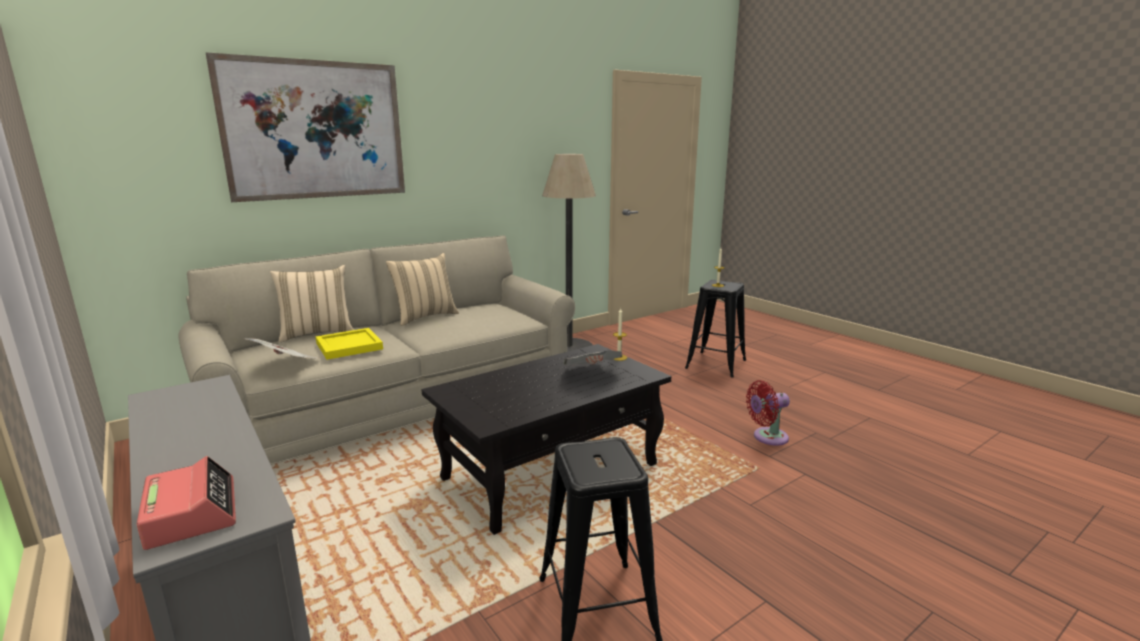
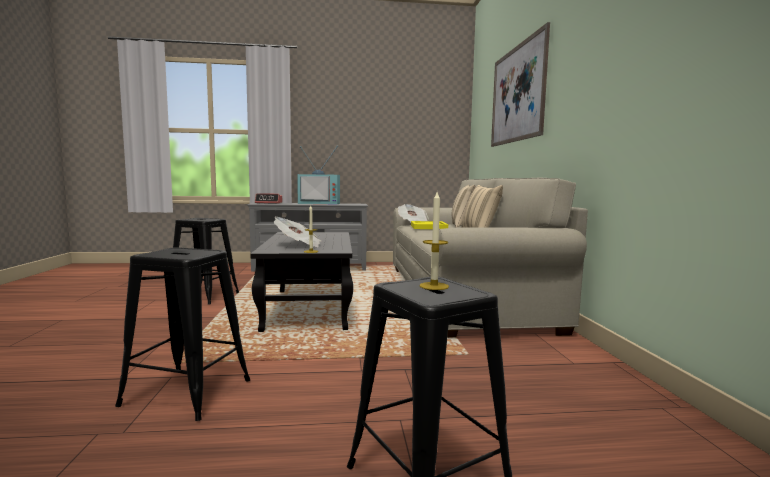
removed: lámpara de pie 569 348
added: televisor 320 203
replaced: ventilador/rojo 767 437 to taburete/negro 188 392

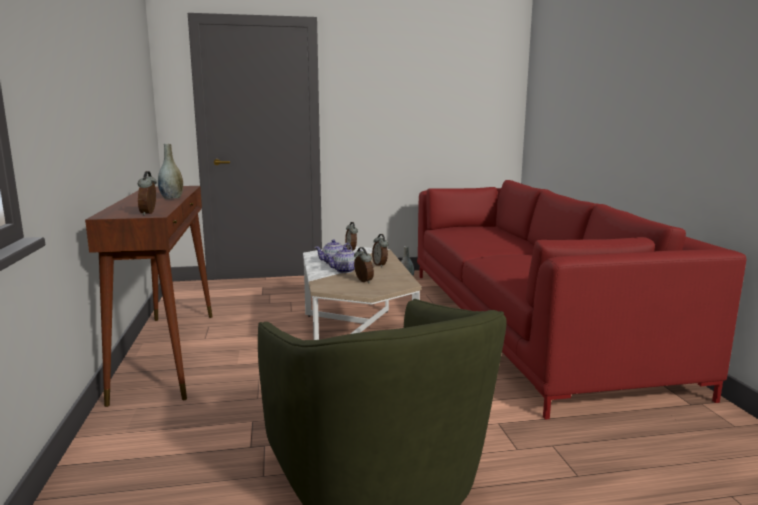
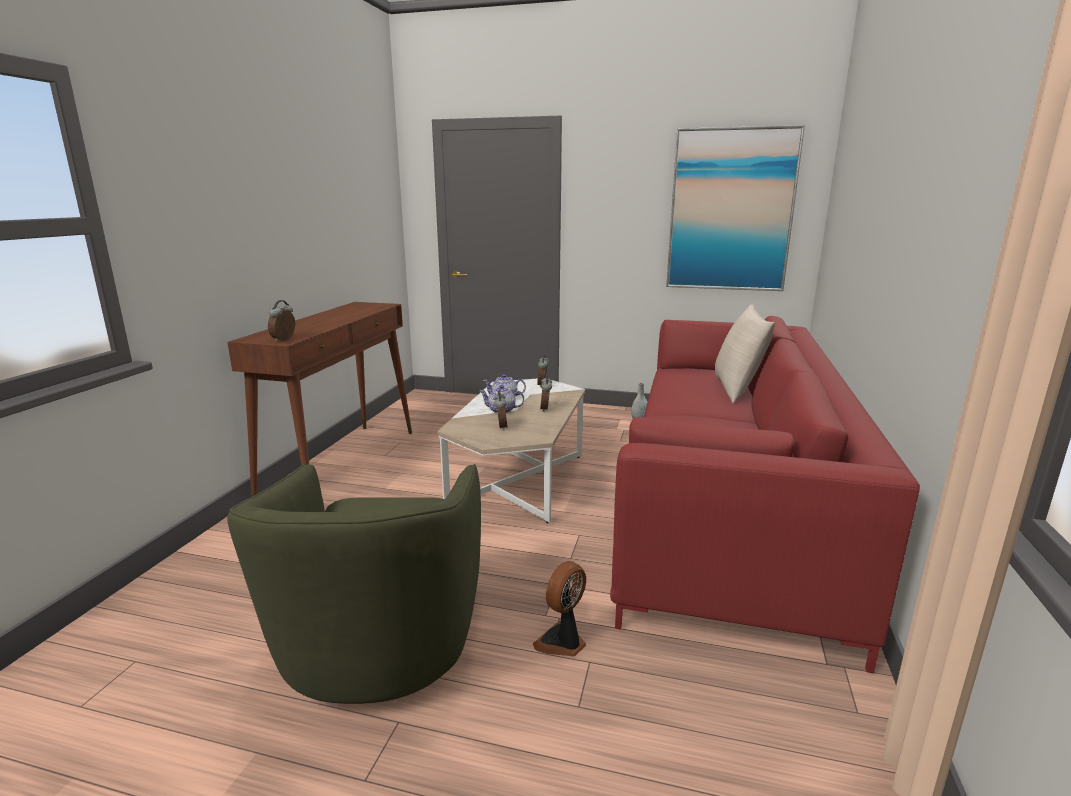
removed: florero/gris 171 198
added: cuadro 731 211; cojín/beis 738 389; ventilador 562 642

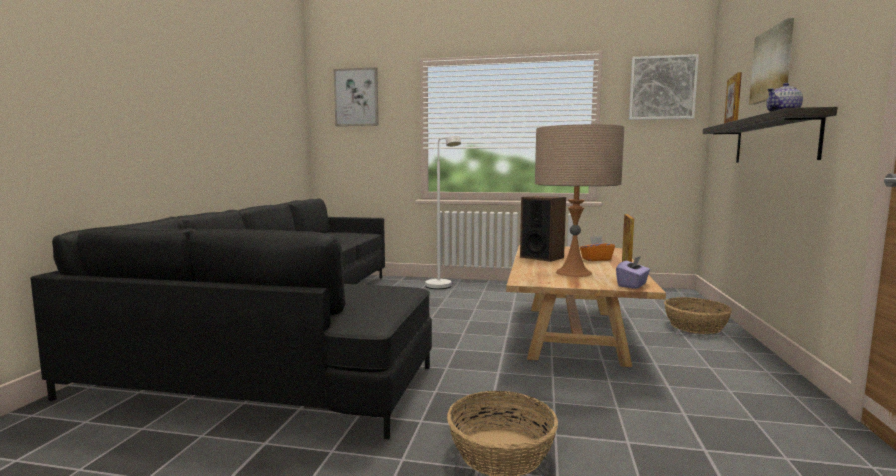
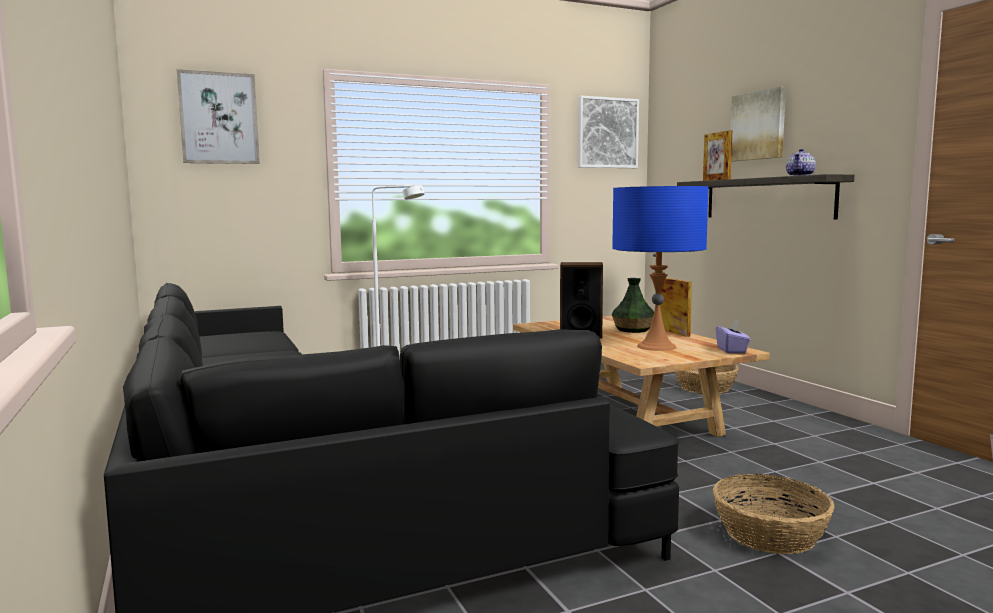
replaced: caja de pañuelos/naranja 596 259 to florero 633 330
recoloured: lámpara de mesa/beis 573 273 to lámpara de mesa/azul 656 346

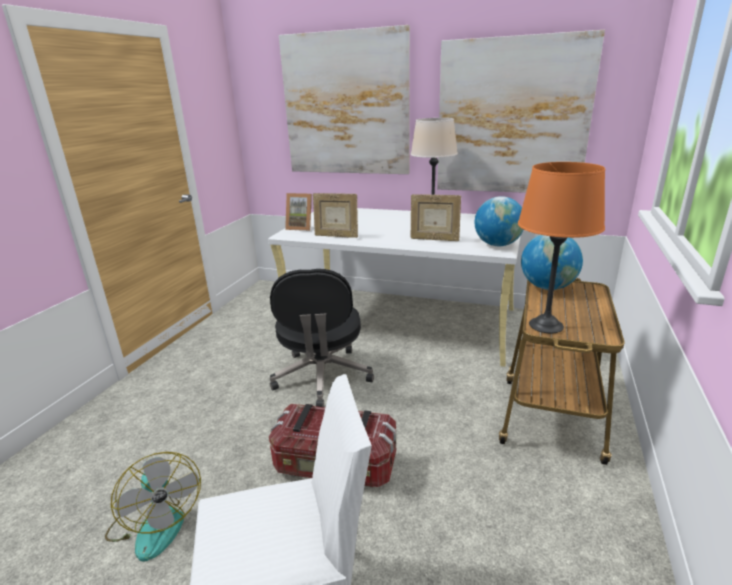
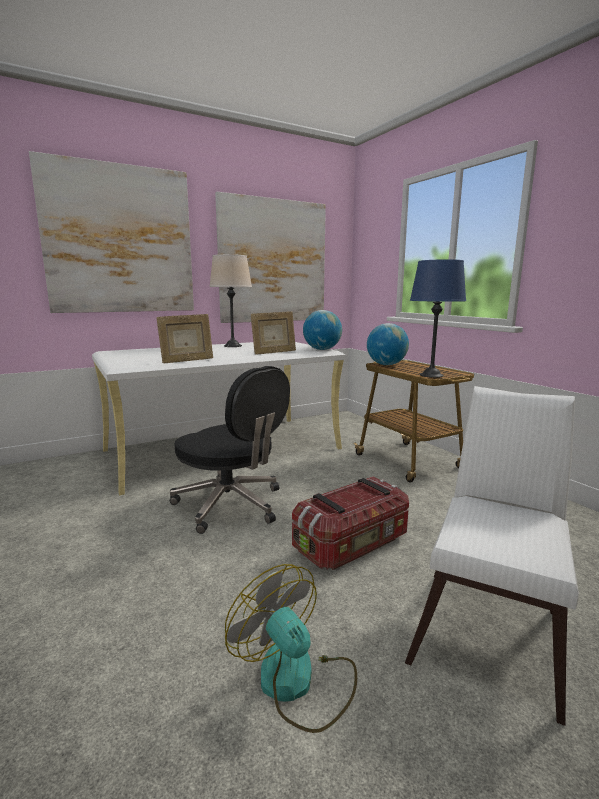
removed: portarretratos 301 227
recoloured: lámpara de mesa/naranja 546 325 to lámpara de mesa/azul 431 375
turned: ventilador 156 523 = 297 682 135 degrees counterclockwise

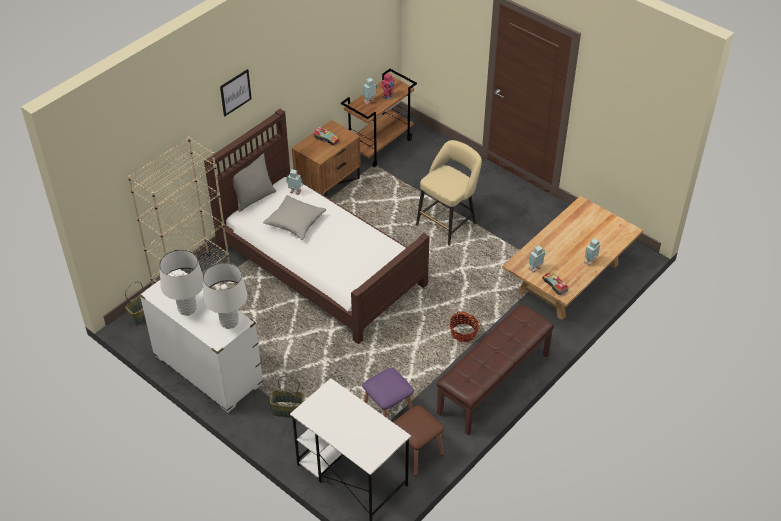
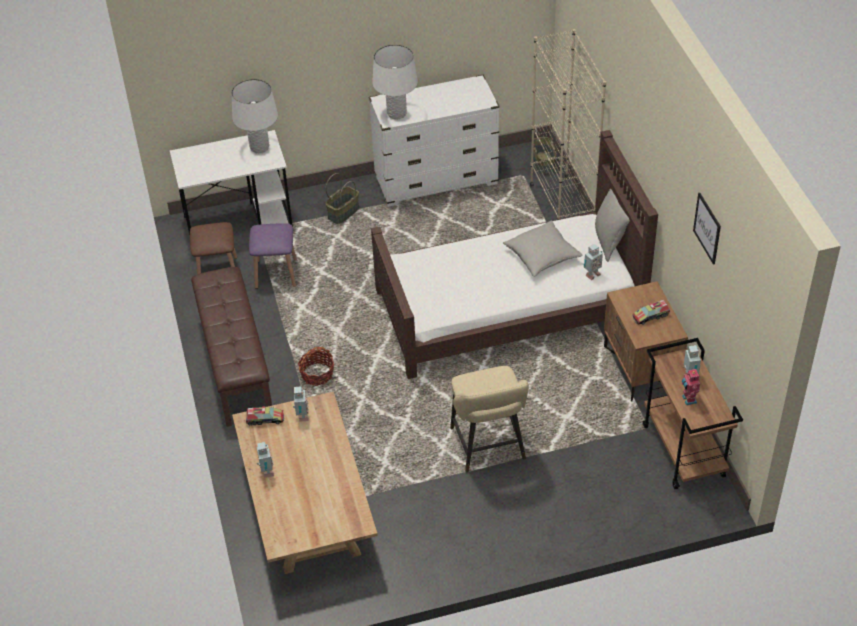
moved: cuadro 235 92 to 707 228; lámpara de mesa/blanco 187 309 to 259 148

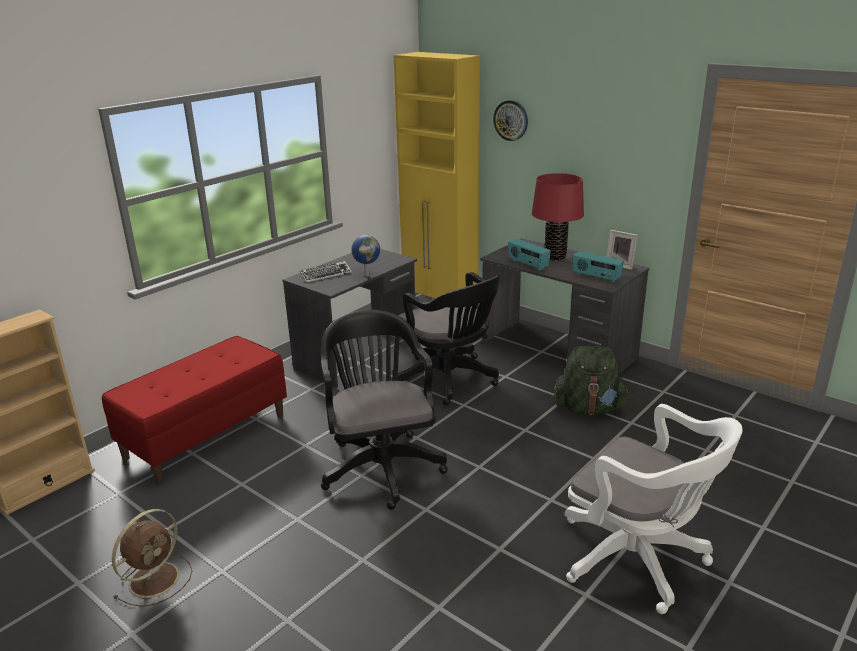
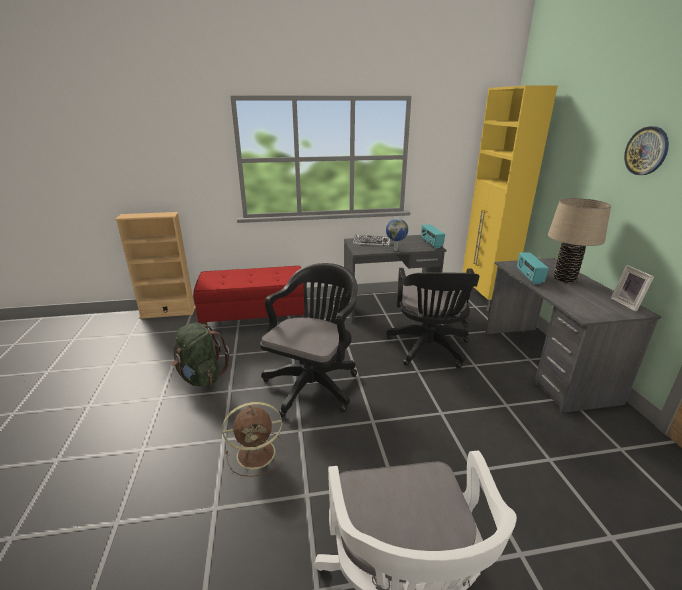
moved: reloj de pared 511 120 to 646 151; radio 596 277 to 431 244; mochila/verde 588 409 to 201 377; ventilador/marrón 156 578 to 258 453
recoloured: lámpara de mesa/rojo 555 257 to lámpara de mesa/beis 564 279

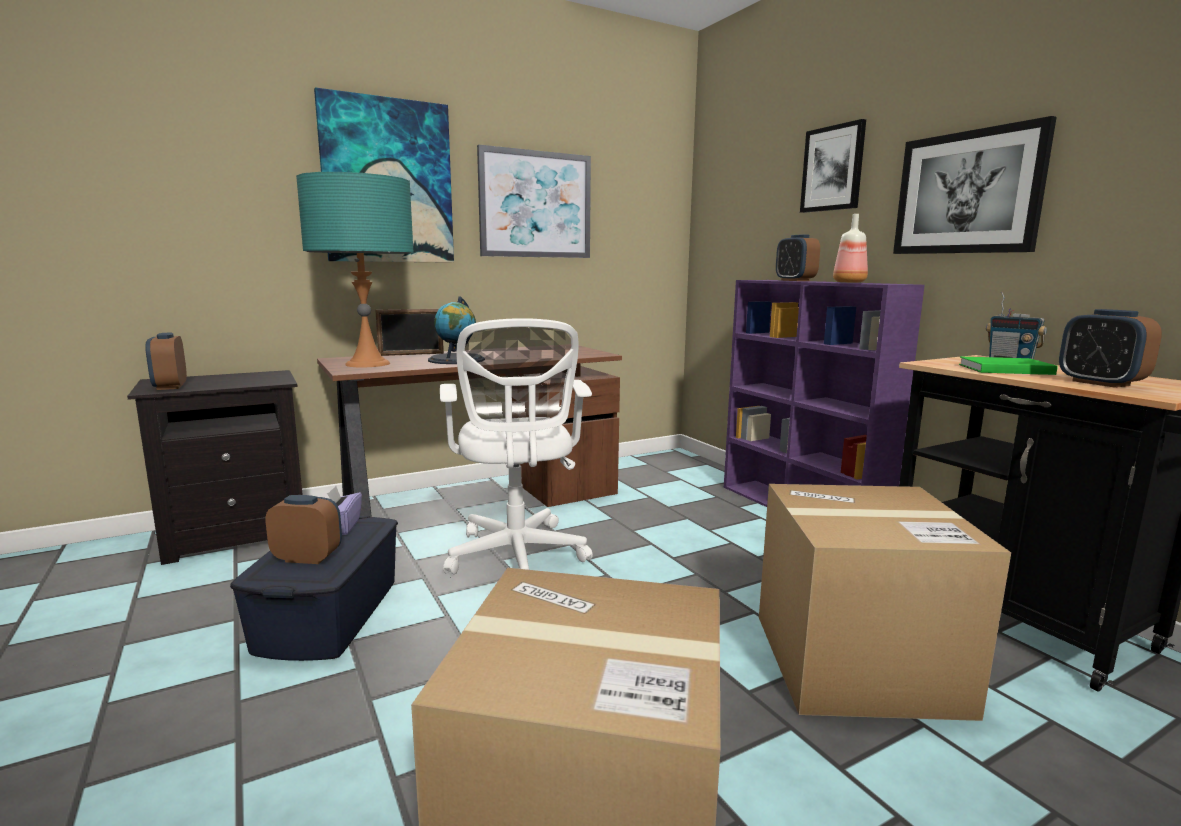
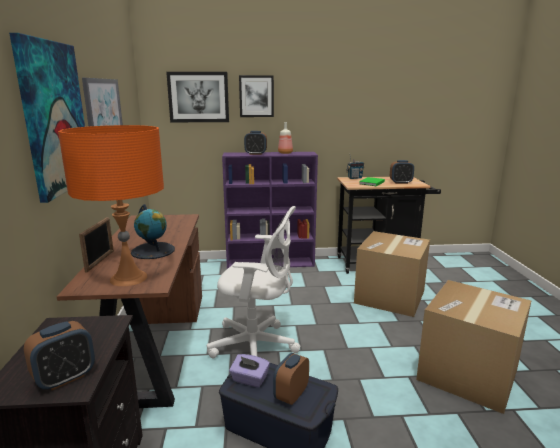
moved: cuadro 967 193 to 198 97
recoloured: lámpara de mesa/turquesa 367 364 to lámpara de mesa/naranja 129 278
turned: despertador 170 386 = 65 378 45 degrees counterclockwise

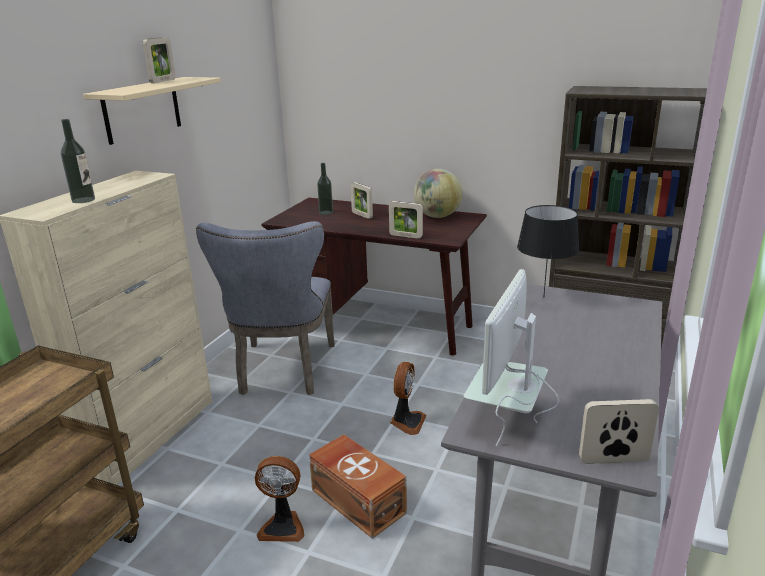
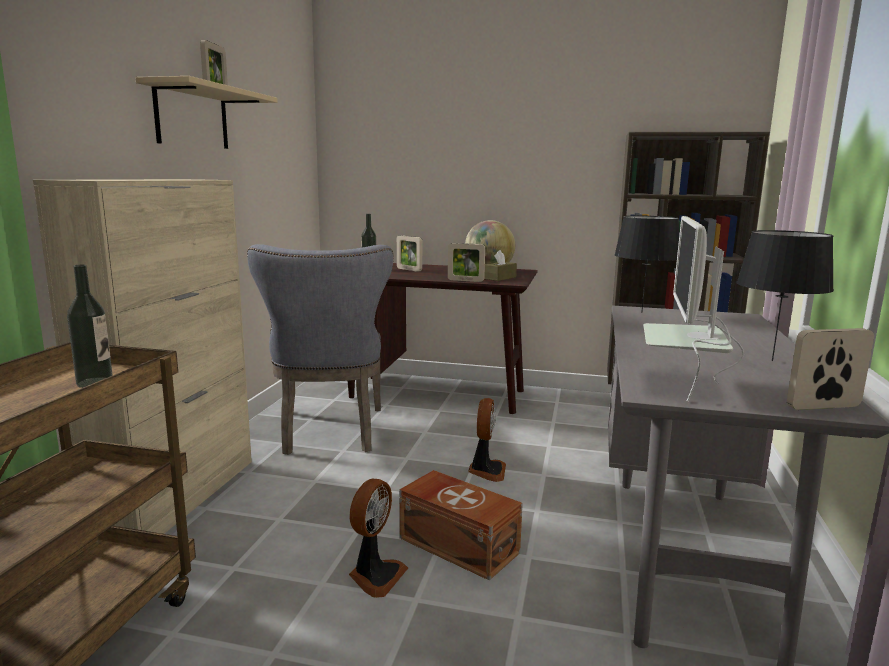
added: lámpara de mesa/negro 771 360; caja de pañuelos/marrón 500 278
moved: botella 83 200 to 95 382
turned: ventilador 283 526 = 375 575 60 degrees counterclockwise

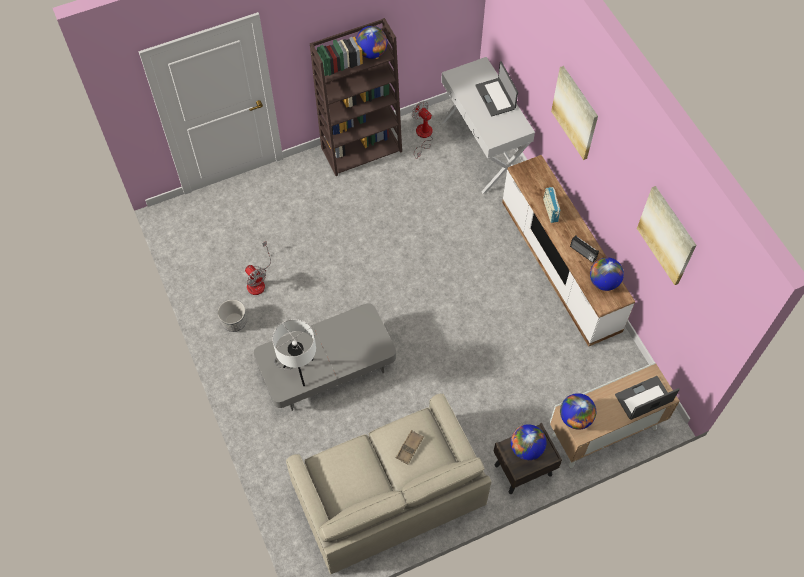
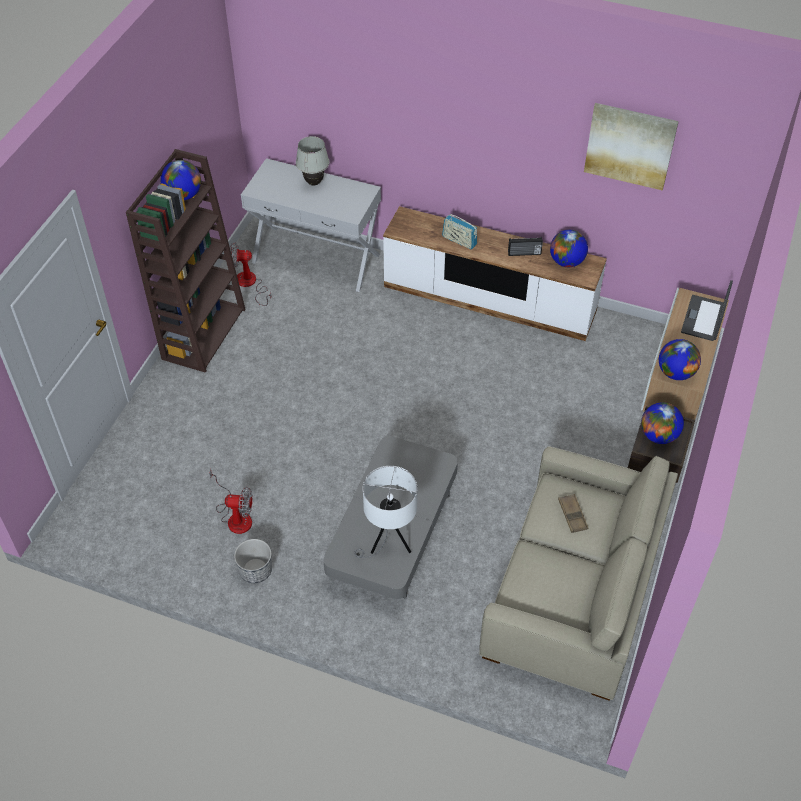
removed: cuadro 575 112
replaced: portátil 496 97 to lámpara de mesa/blanco 314 182

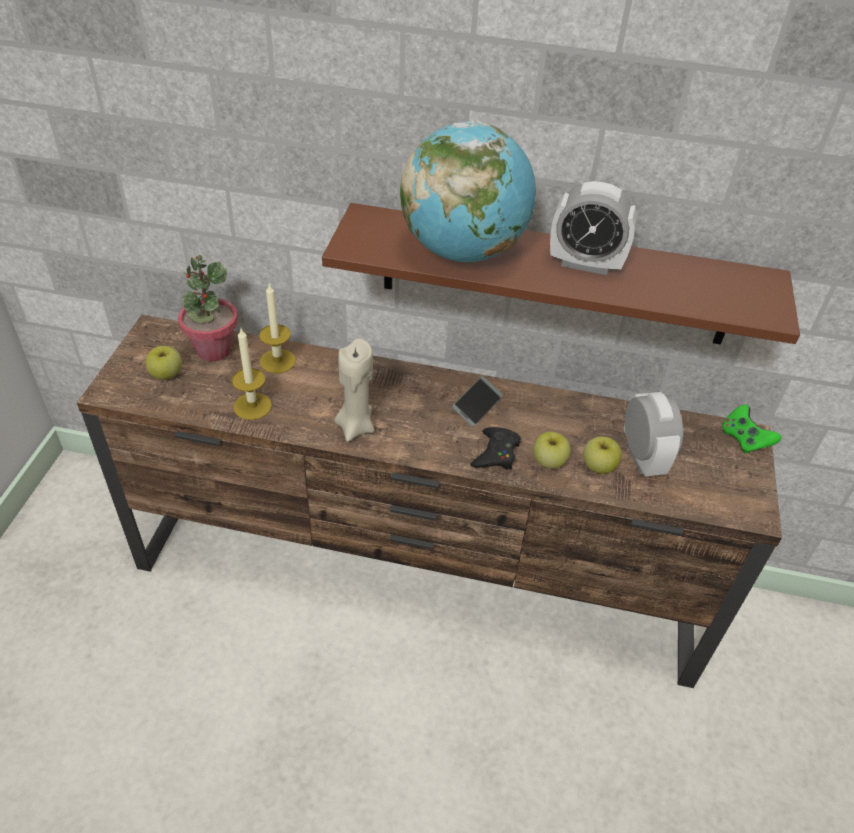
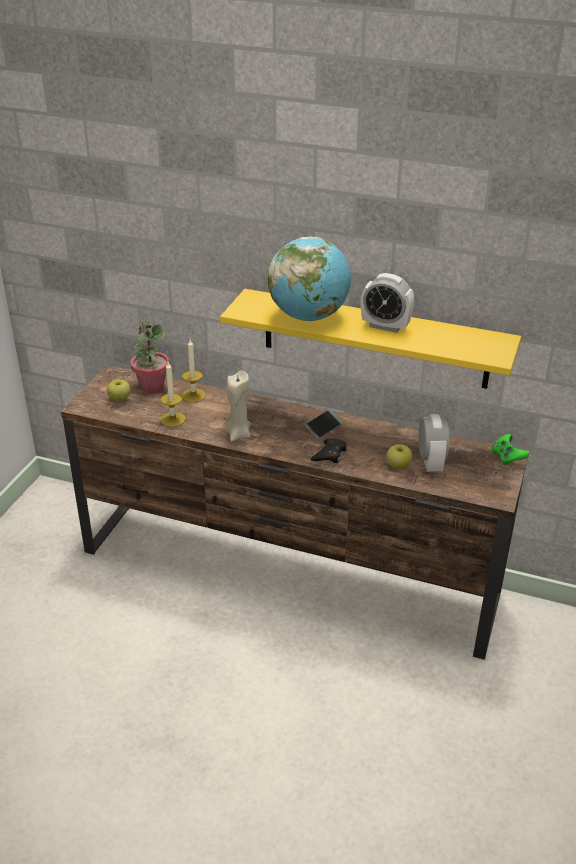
removed: manzana 548 462
recoloured: estante/marrón 555 276 to estante/amarillo 375 339

